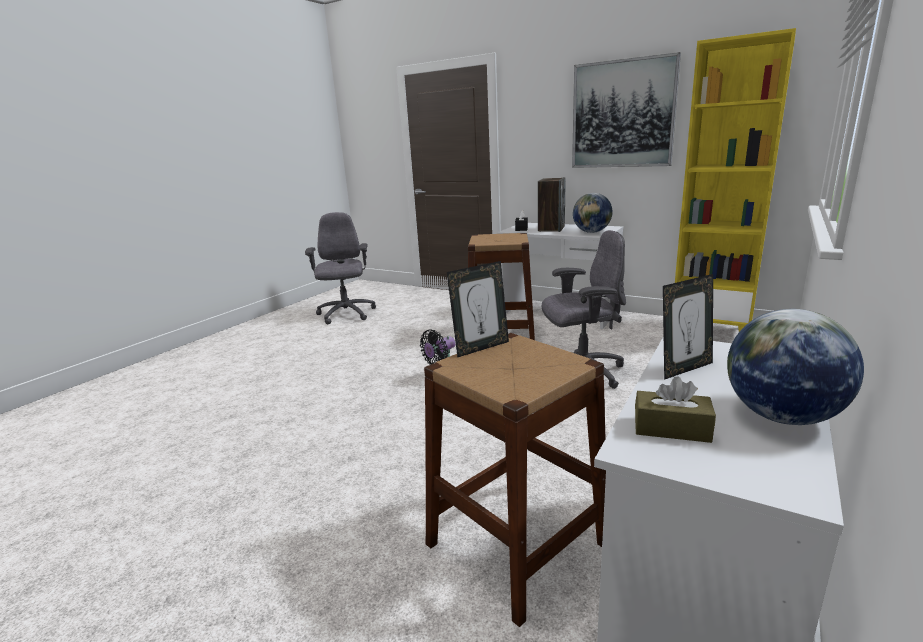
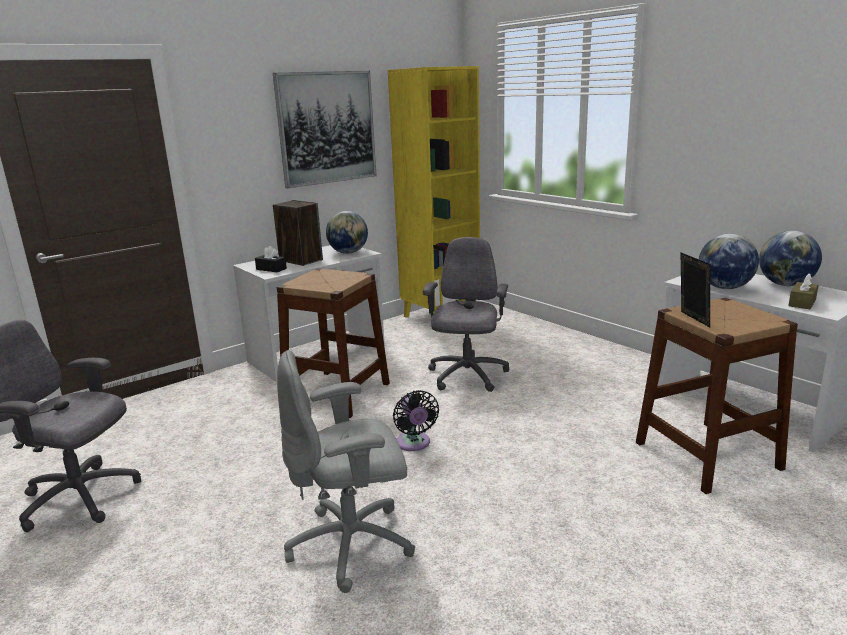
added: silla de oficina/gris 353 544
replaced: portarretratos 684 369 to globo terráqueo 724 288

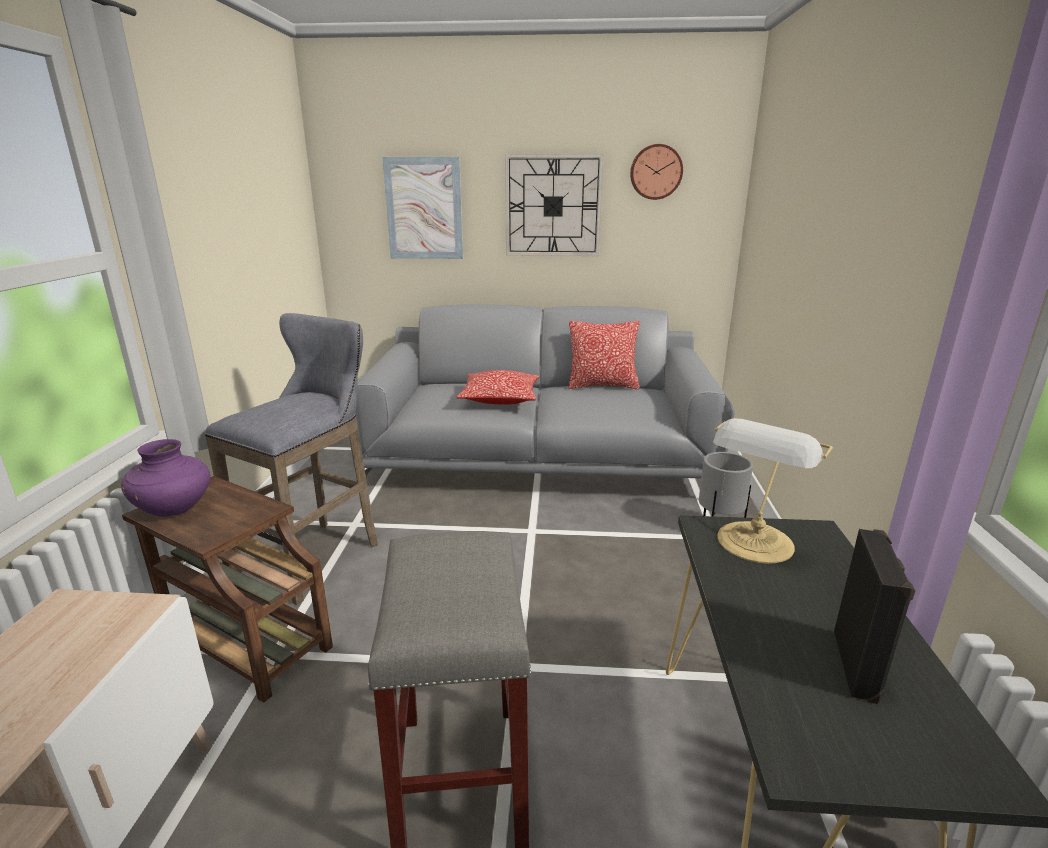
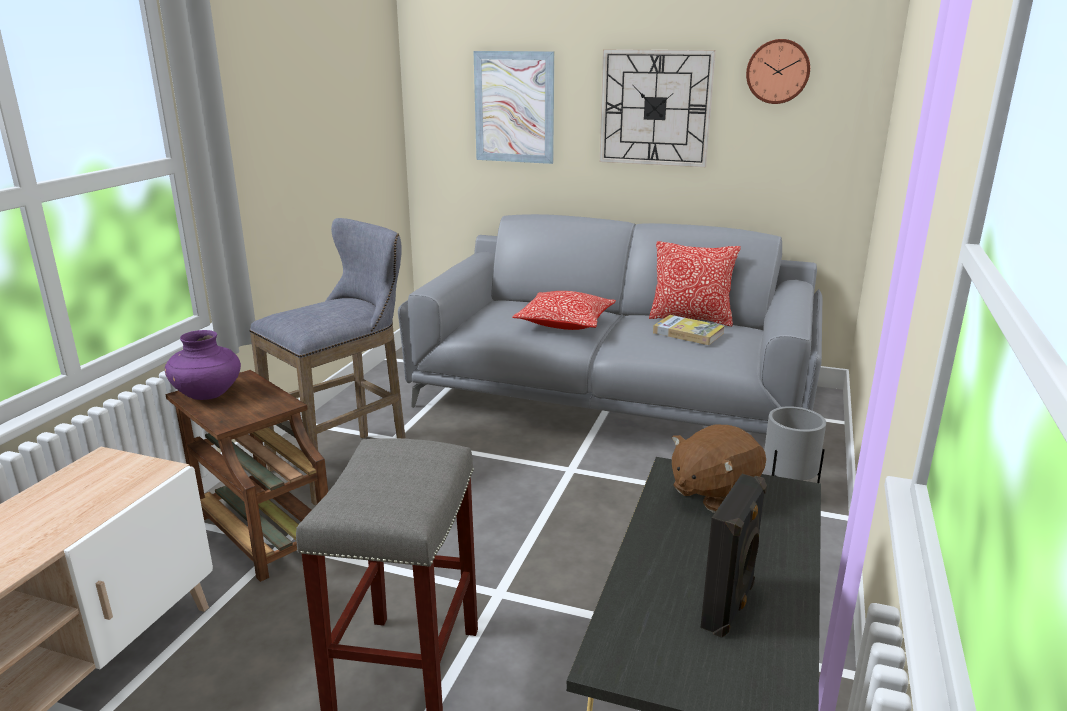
added: libro 688 333
replaced: lámpara de mesa 754 544 to peluche/marrón 713 492

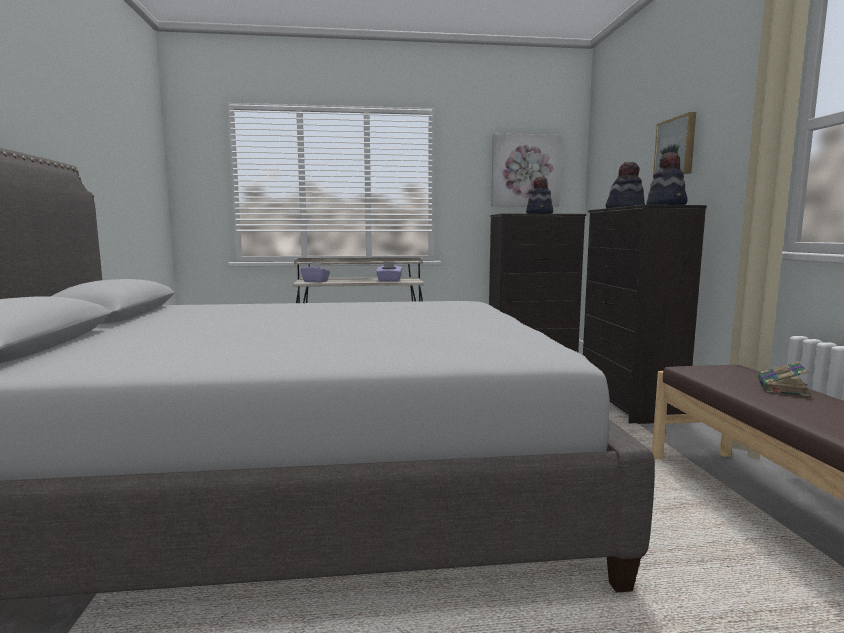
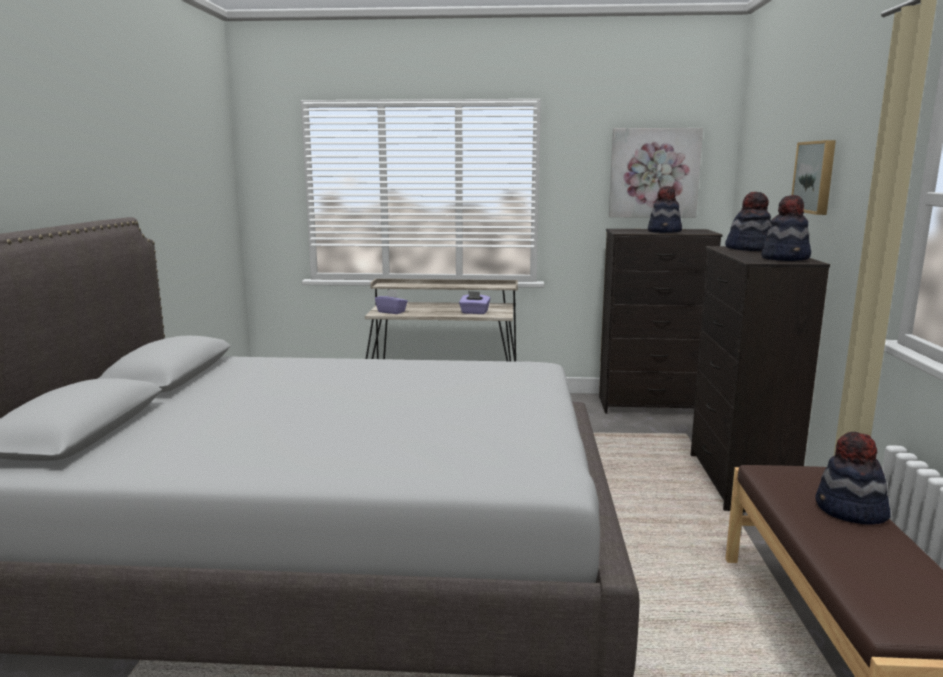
replaced: libro 782 388 to sombrero 850 511

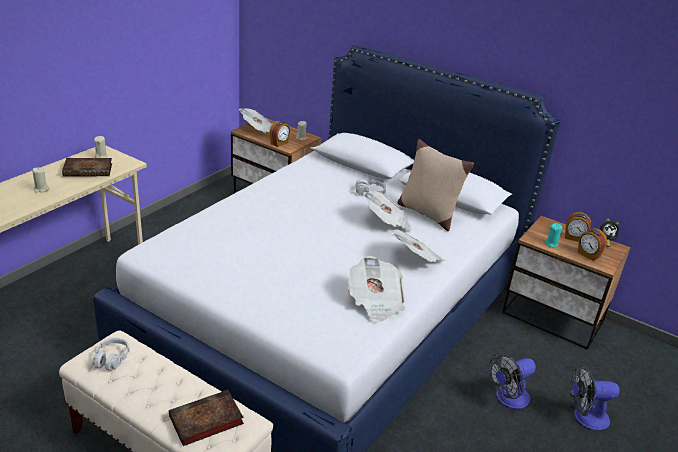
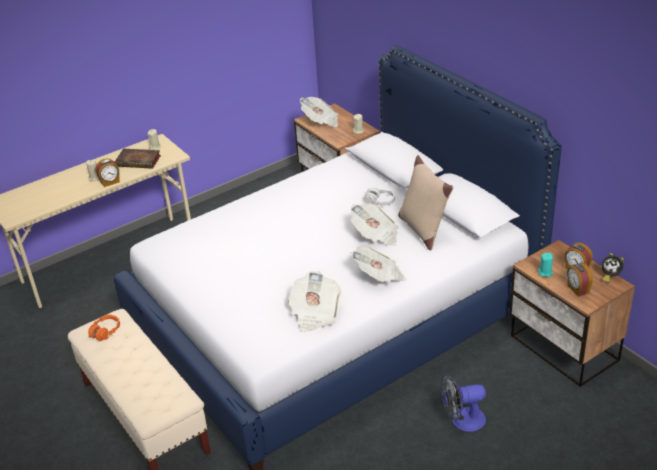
removed: ventilador 585 417; libro 204 421
moved: despertador 279 143 to 110 182
recoloured: auriculares/gris 111 359 to auriculares/naranja 105 332

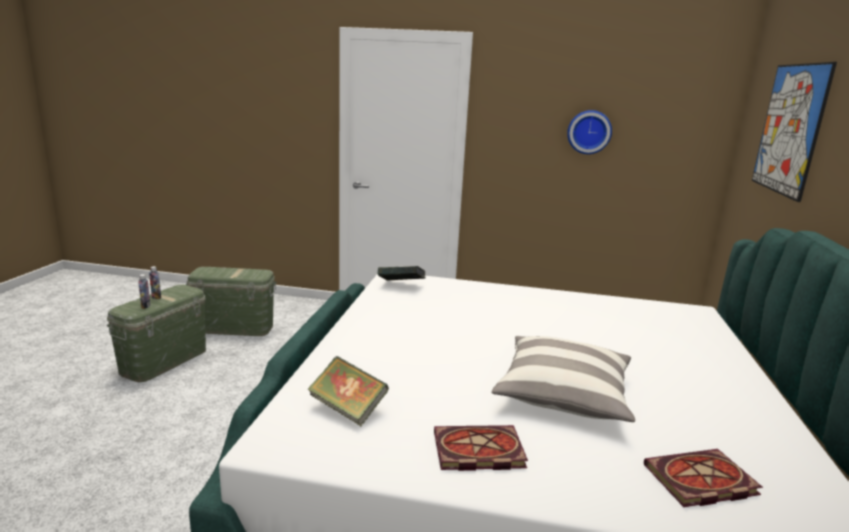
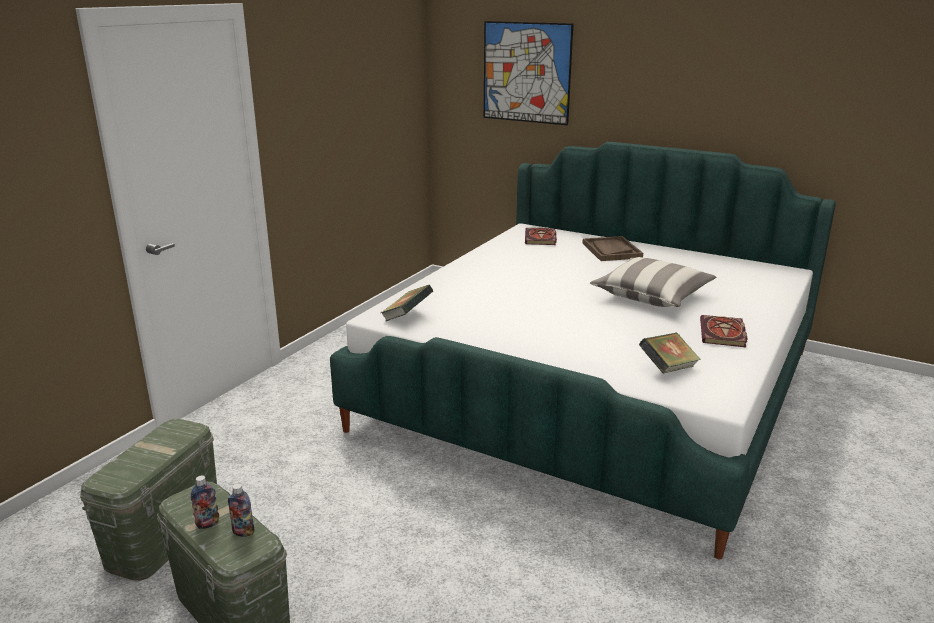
removed: reloj de pared 589 132
added: bandeja/marrón 611 250
moved: libro 699 482 to 541 239

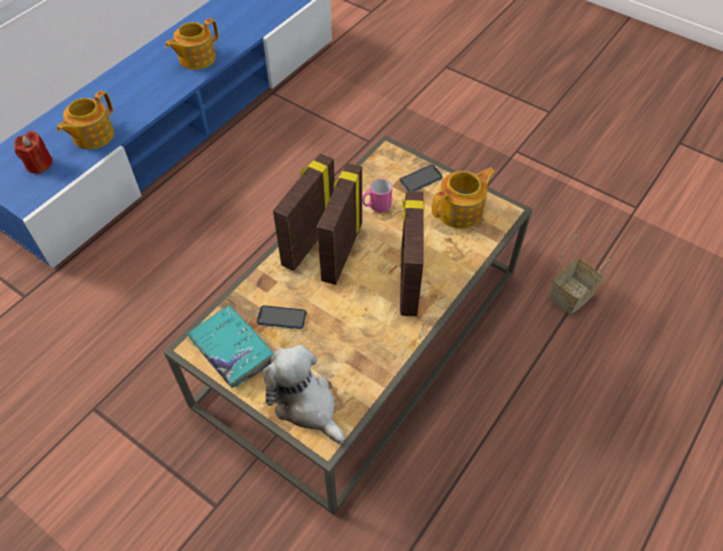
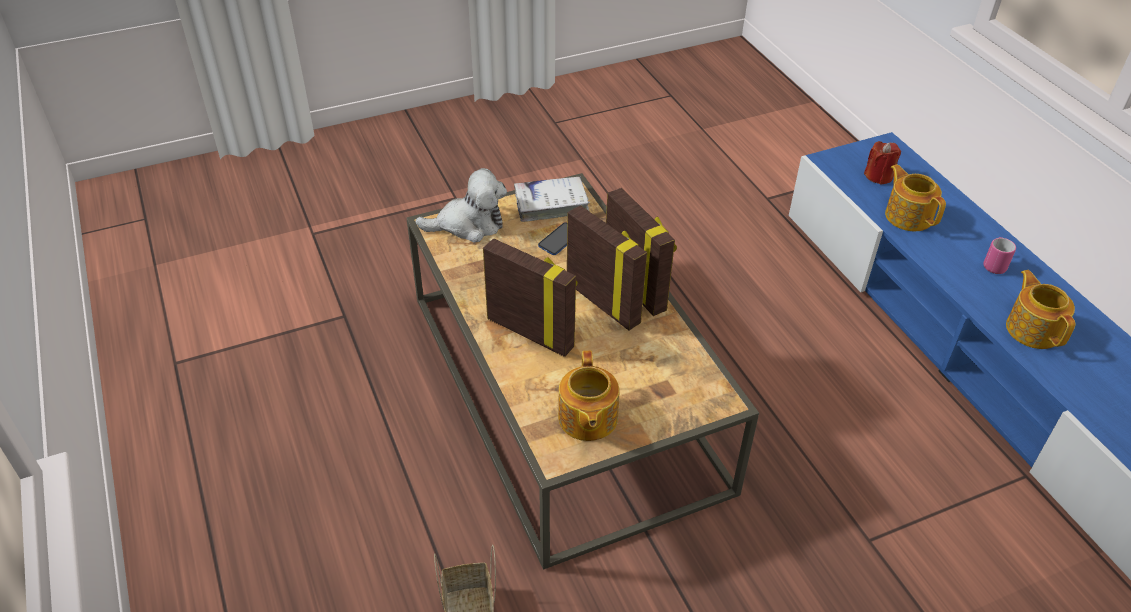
removed: móvil 421 179
moved: taza grande/rosa 376 206 to 994 264
recoloured: libro/turquesa 232 350 to libro/blanco 551 204

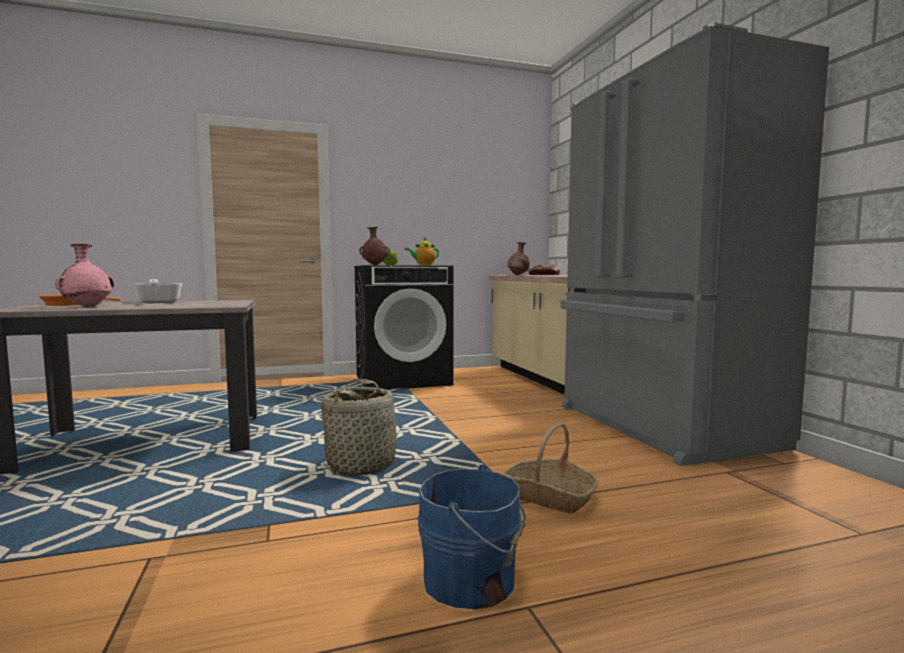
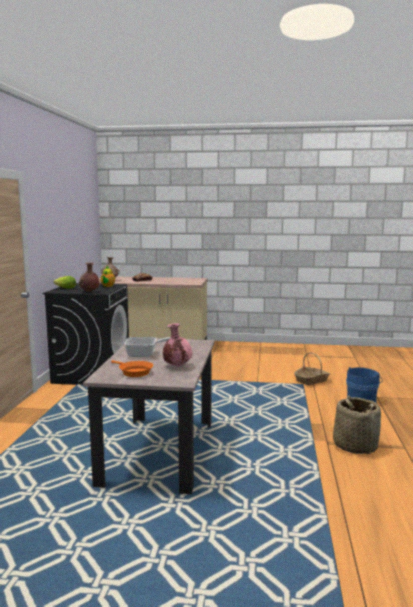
removed: nevera/gris 660 427
moved: cesta 362 464 to 355 445

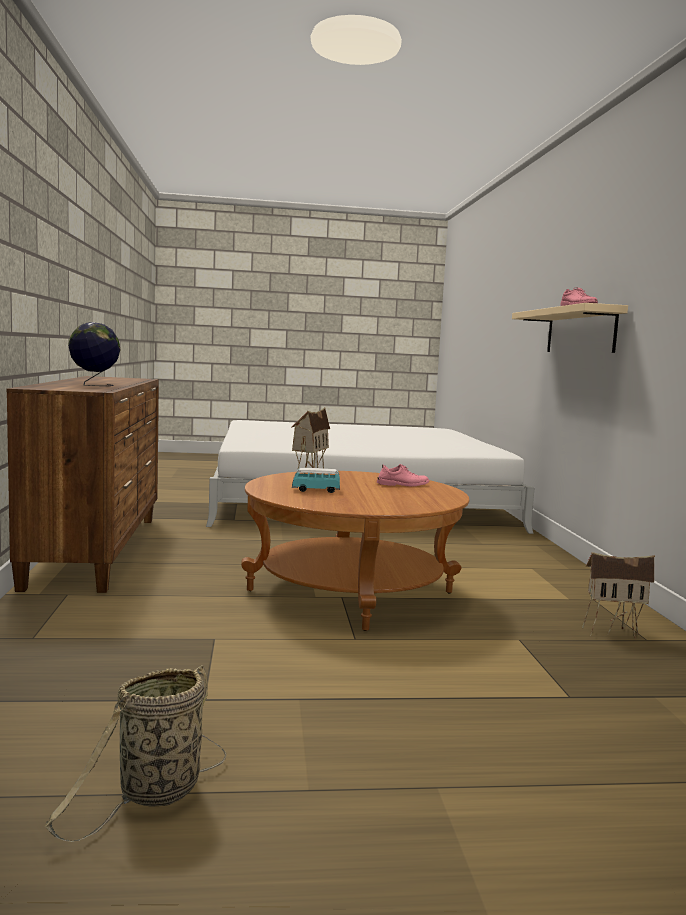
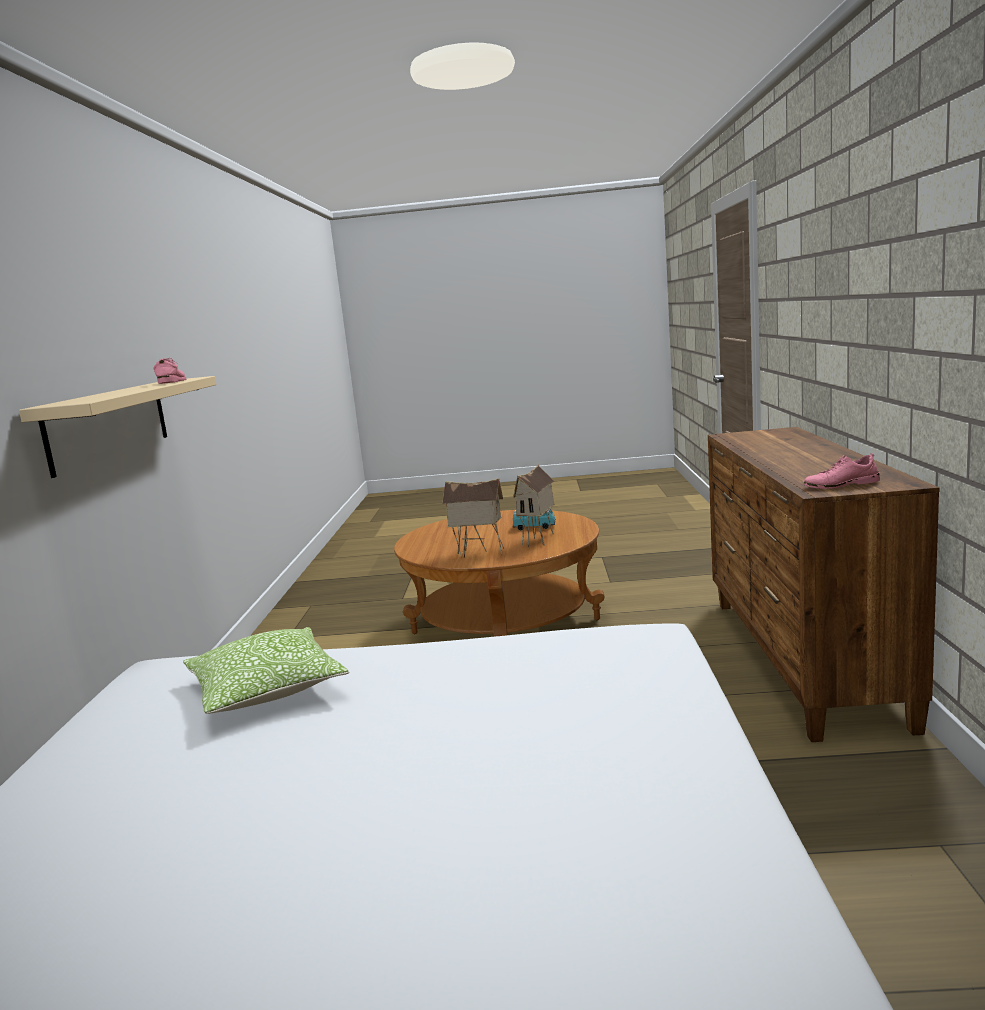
removed: globo terráqueo 94 385; cesta 155 794
added: cojín 267 690
moved: zapato/rosa 403 484 to 840 485; casita 611 631 to 478 554

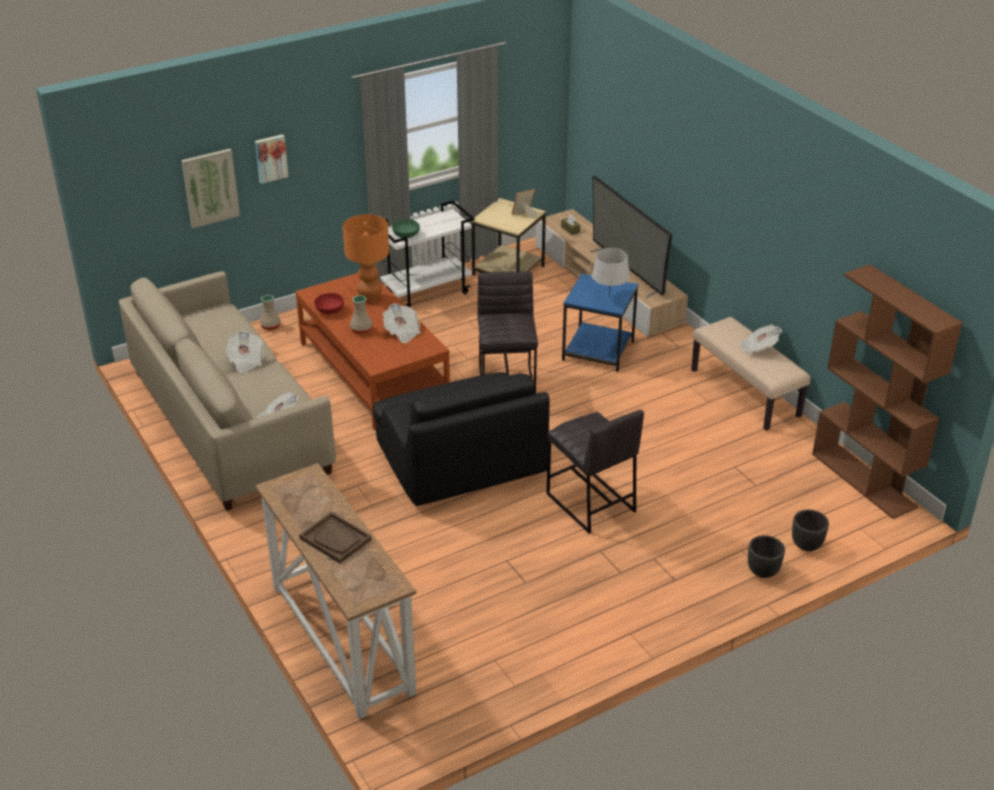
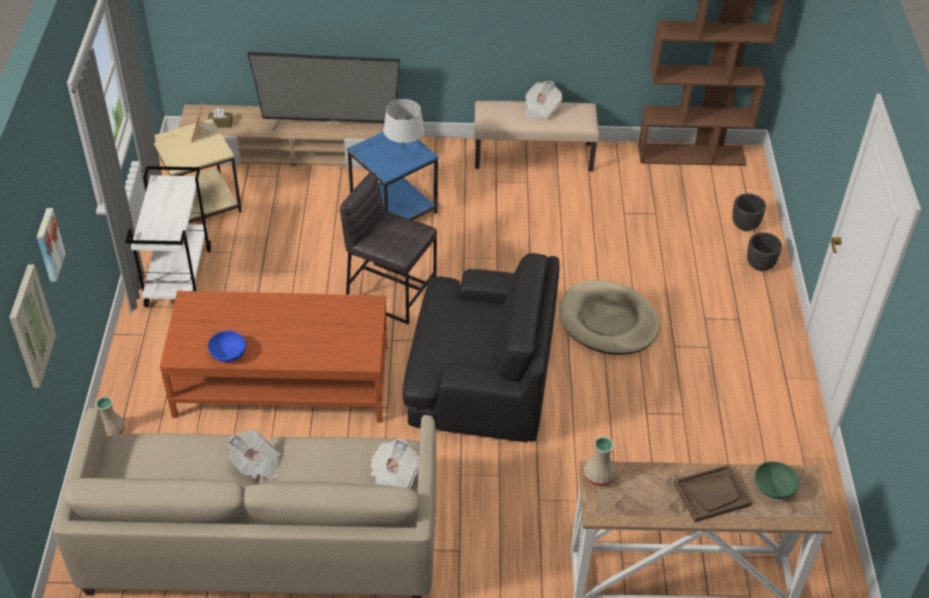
removed: lámpara de mesa/naranja 370 298; periódico 402 332
moved: cuenco/verde 405 235 to 774 488; florero/beis 362 330 to 599 475
replaced: taburete/gris 590 503 to cama para perro/beis 608 321
recoloured: cuenco/rojo 329 310 to cuenco/azul 228 354

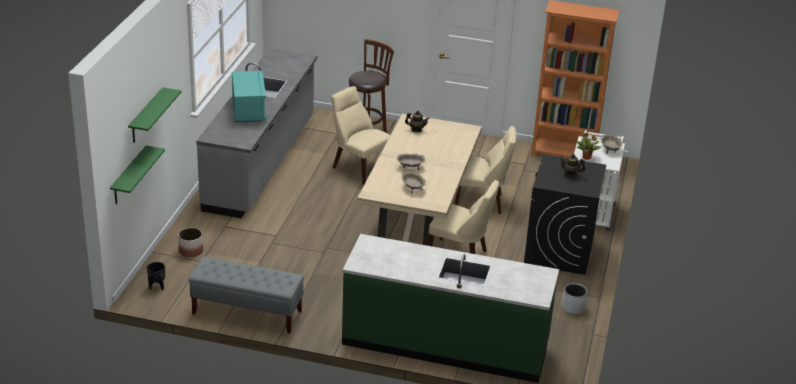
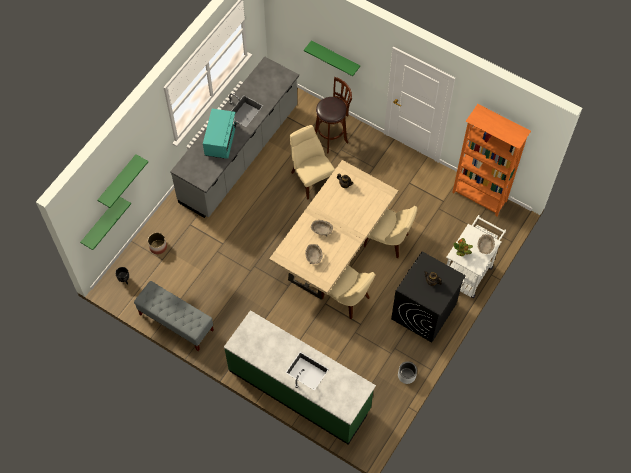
added: estante/verde 335 57

